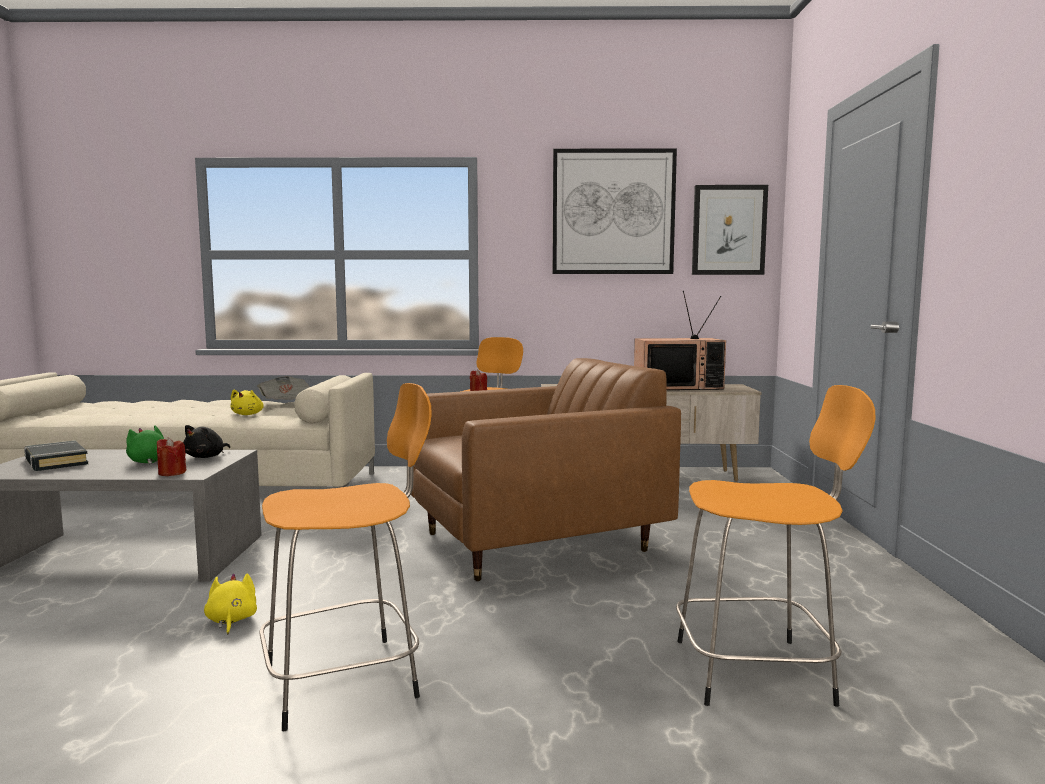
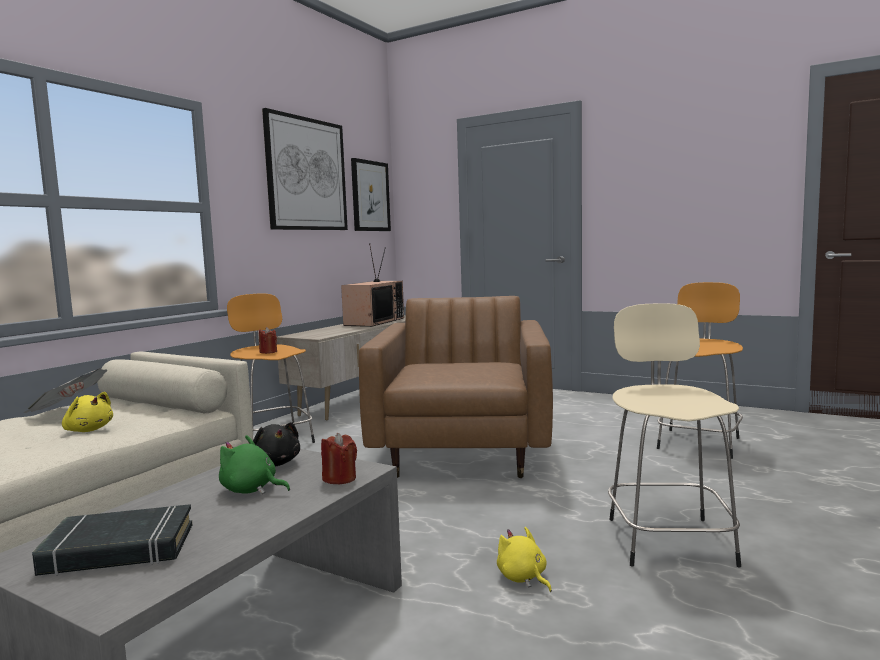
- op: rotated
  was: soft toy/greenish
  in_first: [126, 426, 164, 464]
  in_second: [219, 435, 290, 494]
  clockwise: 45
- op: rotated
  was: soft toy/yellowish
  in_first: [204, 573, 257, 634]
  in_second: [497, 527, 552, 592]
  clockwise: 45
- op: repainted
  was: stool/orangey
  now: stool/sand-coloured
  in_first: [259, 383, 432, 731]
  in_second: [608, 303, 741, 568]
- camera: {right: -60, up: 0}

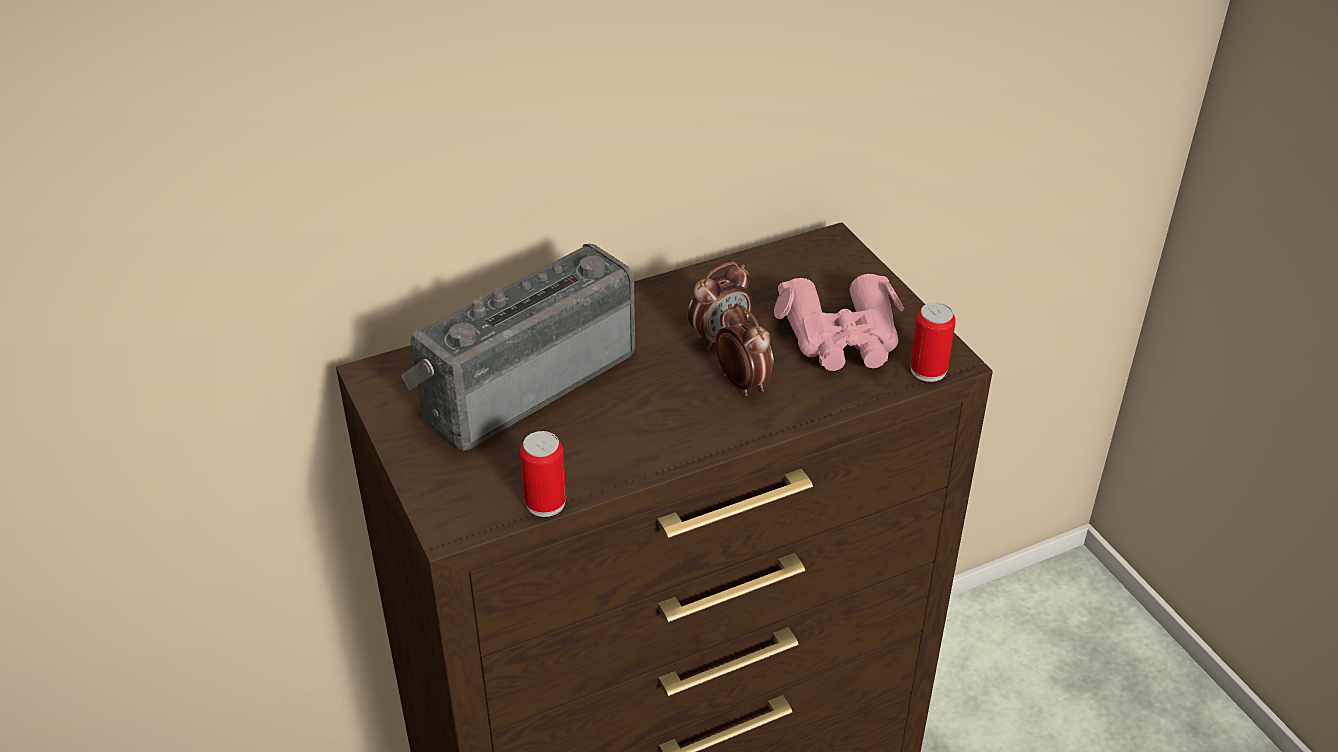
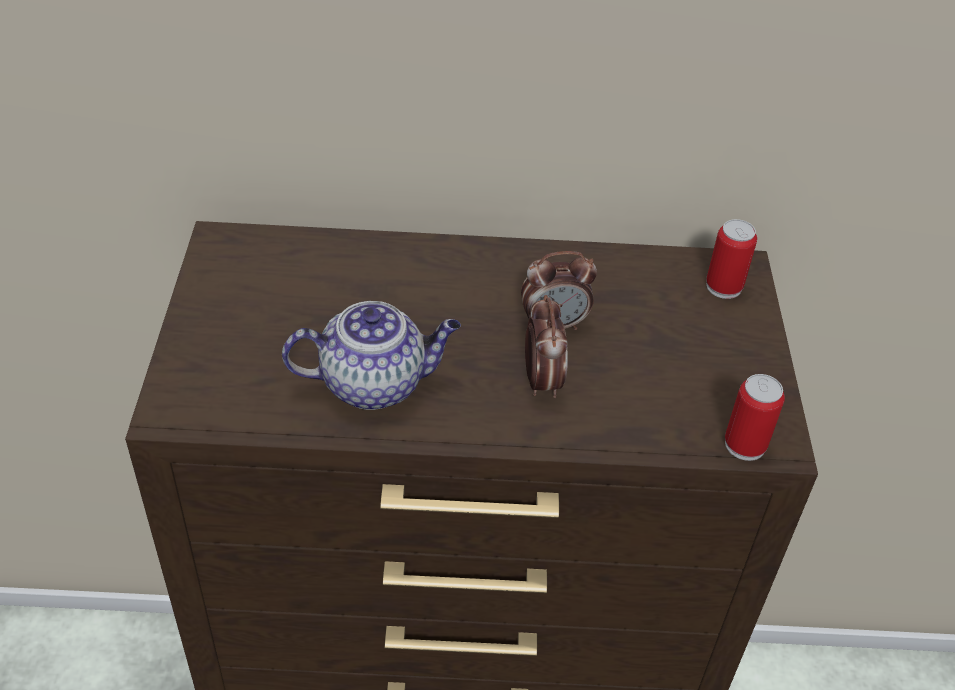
- op: new
  now: tea pot
  in_second: [282, 301, 461, 410]
- op: shifted
  was: metal can
  in_first: [520, 431, 566, 517]
  in_second: [706, 219, 757, 299]
- op: gone
  was: radio set
  in_first: [401, 244, 635, 451]
- op: gone
  was: pair of binoculars/pinkish
  in_first: [774, 274, 904, 371]
- camera: {right: 25, up: 5}

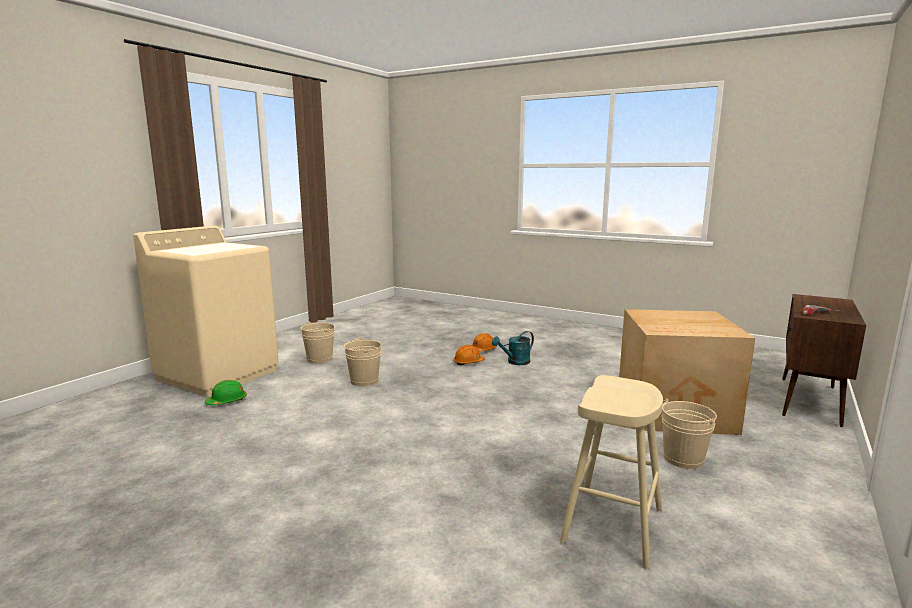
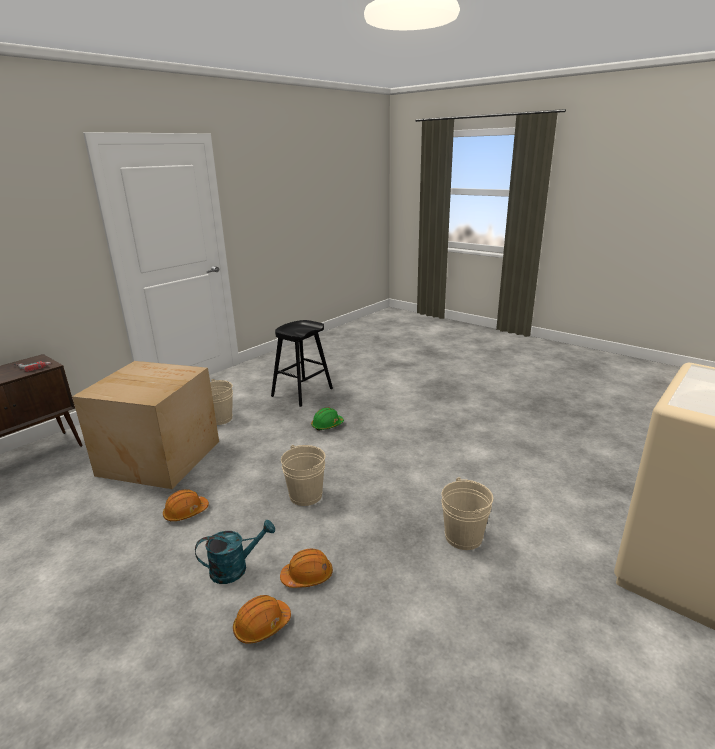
- op: new
  now: safety helmet/orangey
  in_second: [163, 489, 209, 521]
- op: repainted
  was: stool/sand-coloured
  now: stool/blackish
  in_first: [560, 375, 663, 569]
  in_second: [271, 320, 333, 407]
- op: shifted
  was: bucket/sand-coloured
  in_first: [301, 321, 335, 364]
  in_second: [281, 445, 326, 506]
- op: shifted
  was: safety helmet/greenish
  in_first: [205, 380, 247, 405]
  in_second: [311, 407, 344, 431]
- camera: {right: -170, up: 10}

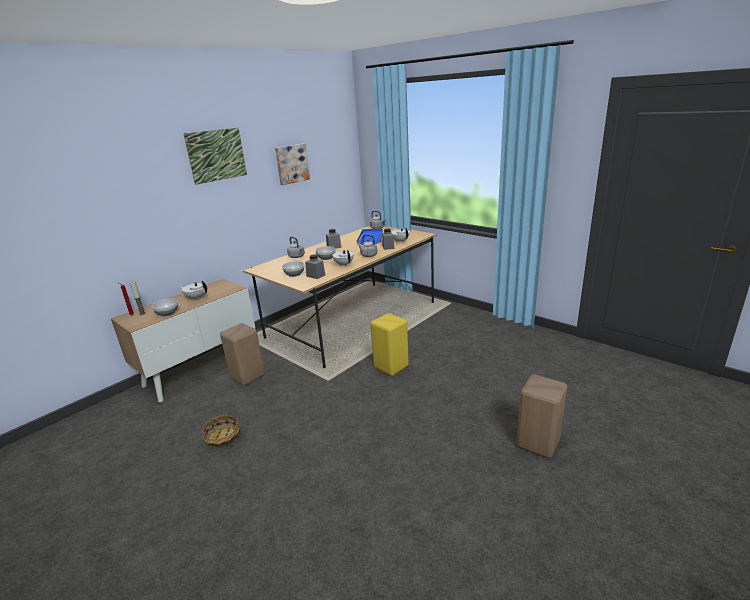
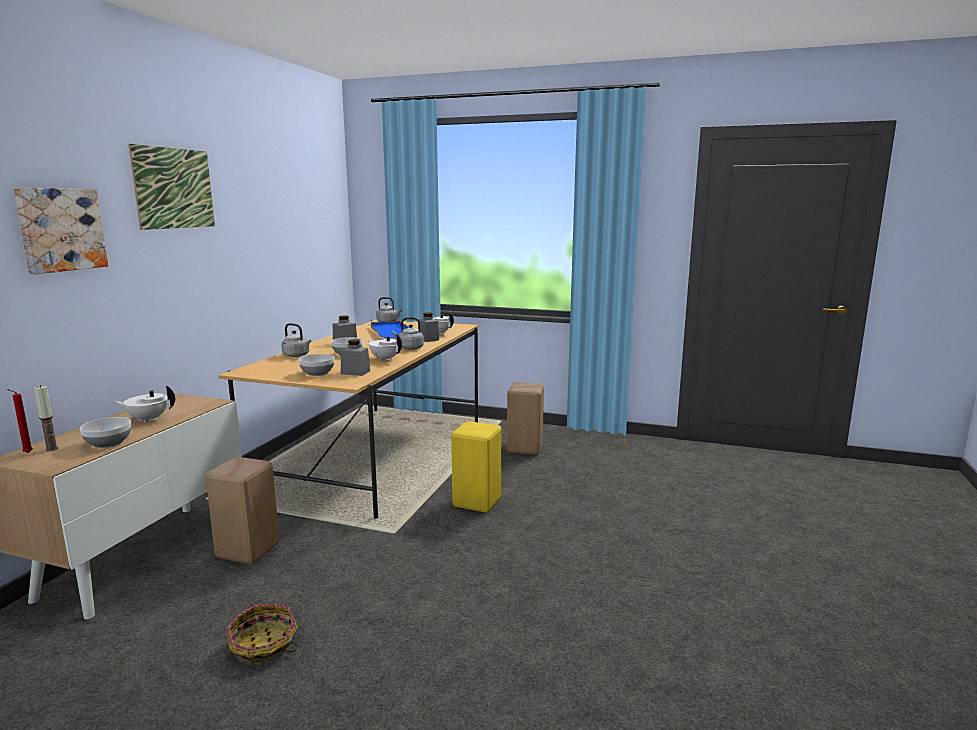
- op: shifted
  was: picture
  in_first: [275, 144, 310, 185]
  in_second: [14, 188, 108, 274]
- op: shifted
  was: stool/sand-coloured
  in_first: [516, 374, 567, 458]
  in_second: [507, 382, 544, 454]
- camera: {right: -25, up: -10}

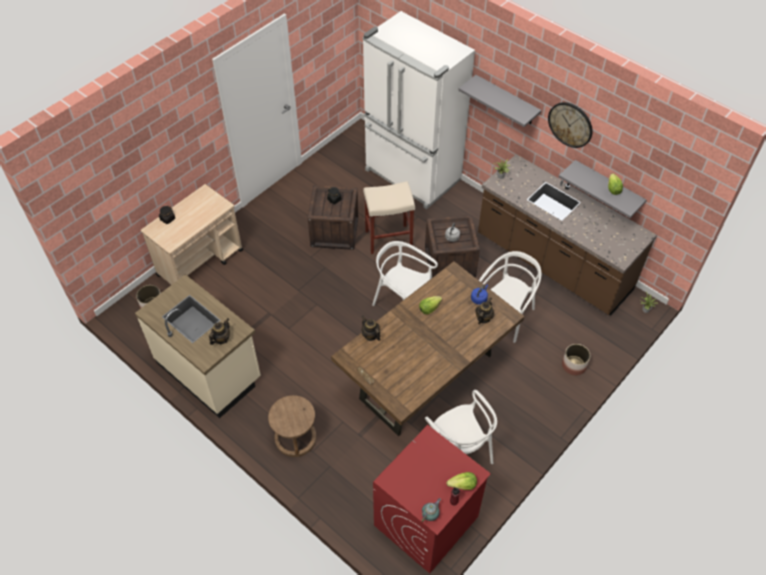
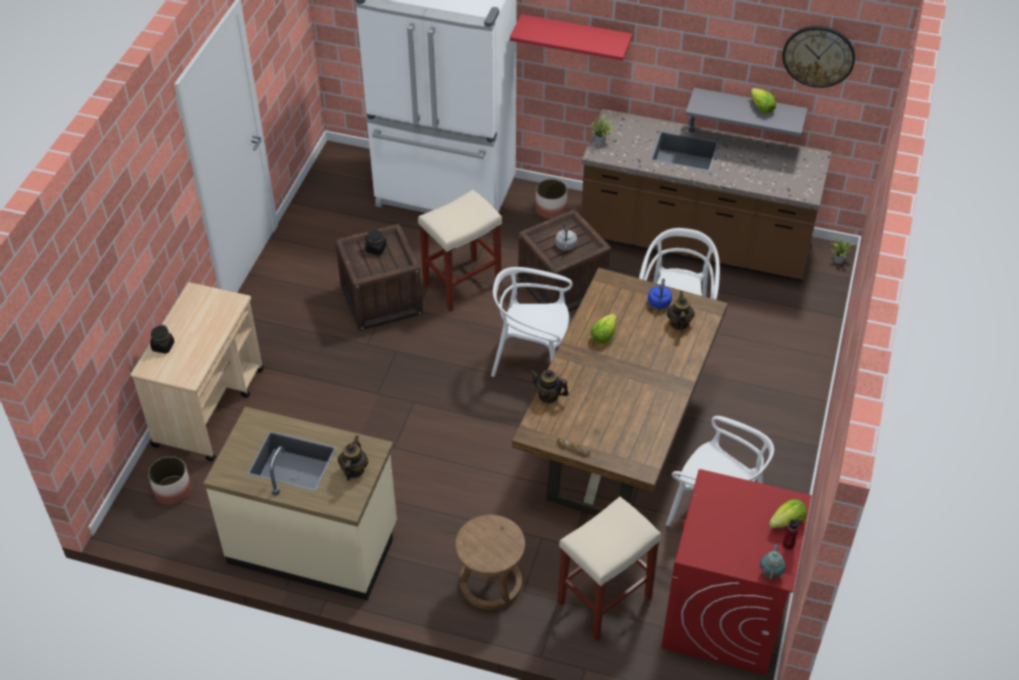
- op: repainted
  was: bracket shelf/gray
  now: bracket shelf/reddish
  in_first: [458, 75, 541, 127]
  in_second: [510, 14, 633, 61]
- op: shifted
  was: planter
  in_first: [562, 344, 590, 376]
  in_second: [535, 179, 567, 219]
- op: new
  now: stool/sand-coloured
  in_second: [557, 497, 661, 641]
- op: shifted
  was: hanging clock
  in_first: [548, 102, 593, 148]
  in_second: [782, 26, 855, 88]
- camera: {right: -25, up: -5}

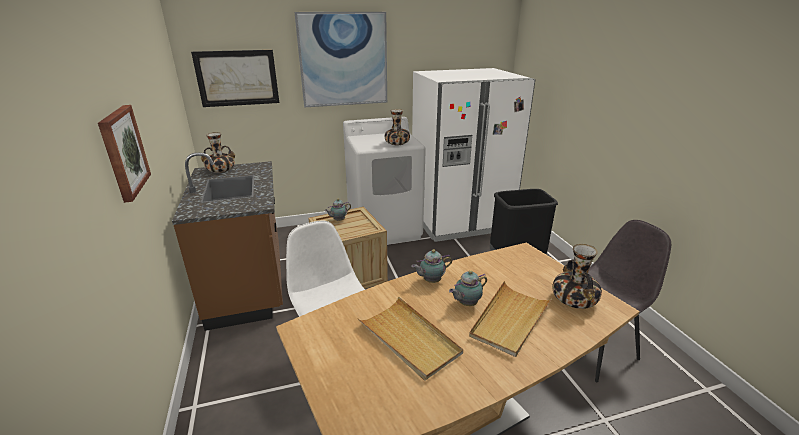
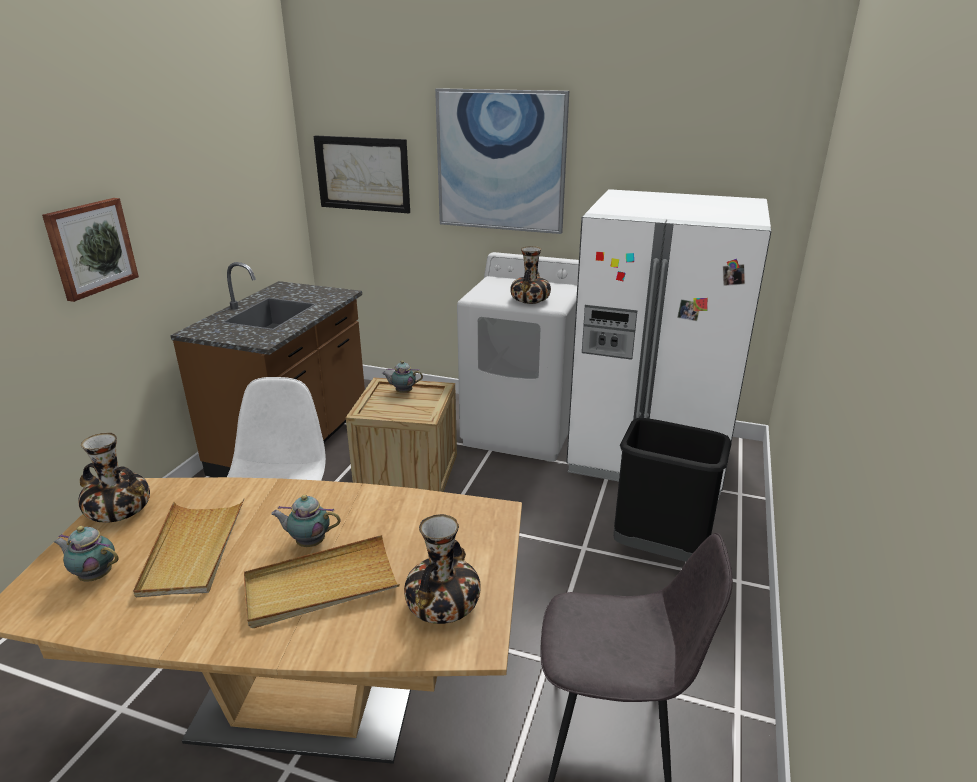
- op: shifted
  was: tea pot
  in_first: [411, 249, 452, 283]
  in_second: [54, 526, 119, 582]
- op: shifted
  was: vase
  in_first: [201, 132, 235, 173]
  in_second: [78, 433, 150, 523]
- camera: {right: 35, up: 0}

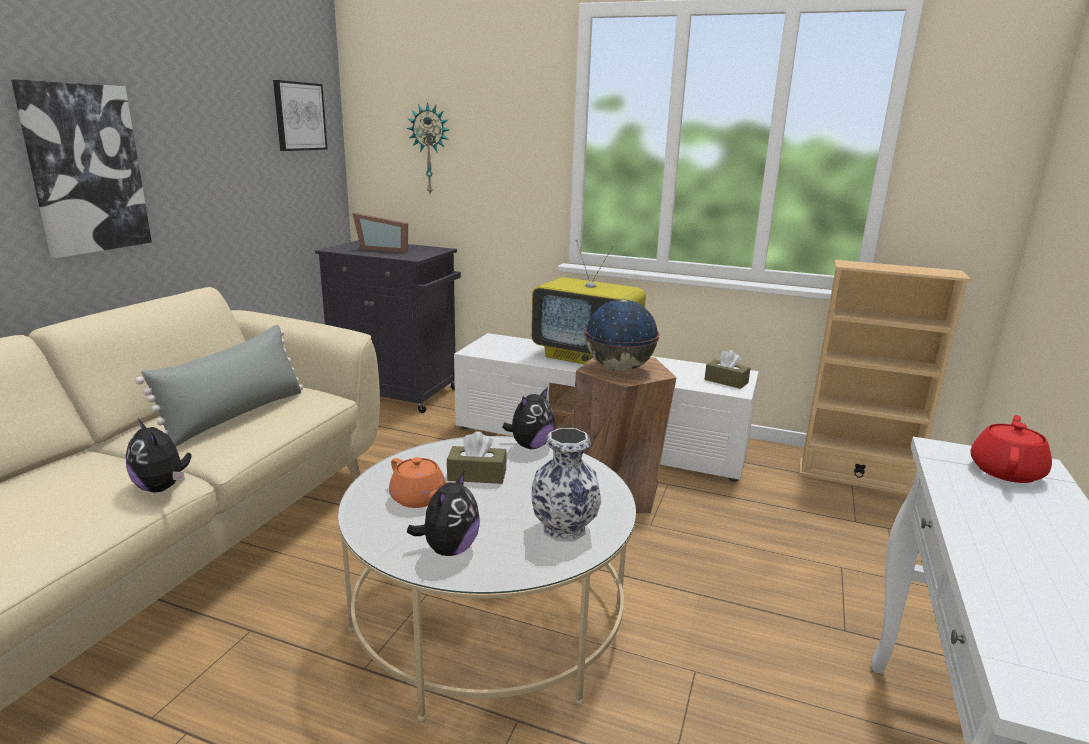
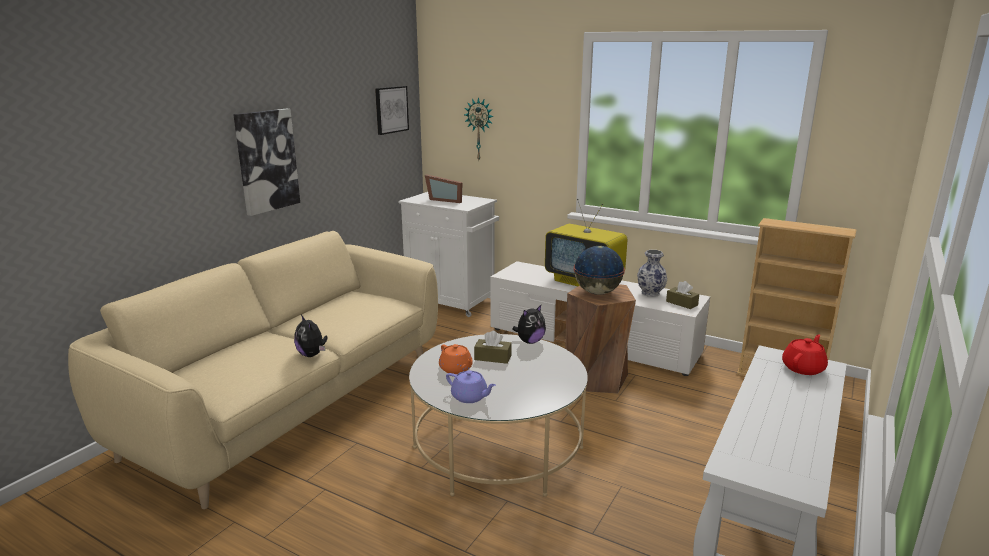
- op: repainted
  was: cupboard/blackish
  now: cupboard/white
  in_first: [315, 240, 461, 413]
  in_second: [398, 192, 499, 317]
- op: swapped
  was: soft toy
  now: tea pot/purple-coloured
  in_first: [407, 470, 480, 556]
  in_second: [446, 370, 496, 403]
- op: shifted
  was: vase
  in_first: [532, 428, 601, 541]
  in_second: [637, 250, 667, 297]
- op: gone
  was: pillow/gray
  in_first: [135, 325, 303, 446]
- camera: {right: 10, up: 0}

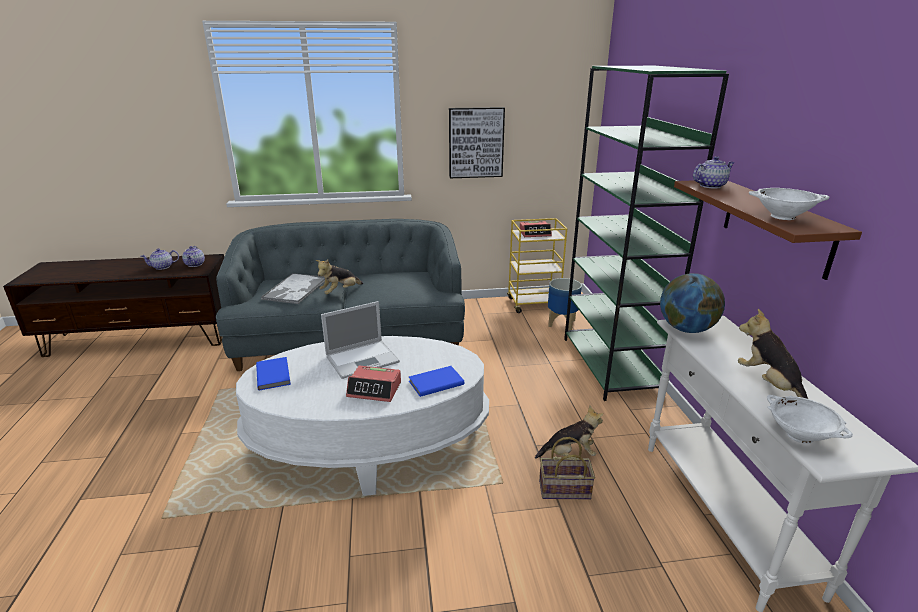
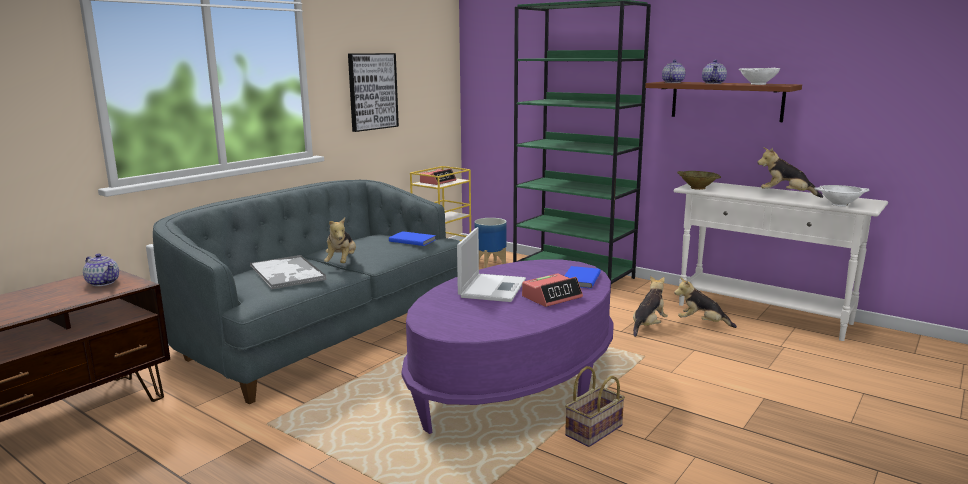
- op: shifted
  was: bound book/bluish
  in_first: [256, 357, 291, 391]
  in_second: [389, 231, 436, 246]
- op: repainted
  was: low table/white
  now: low table/purple-coloured
  in_first: [236, 336, 489, 496]
  in_second: [402, 259, 614, 434]
- op: shifted
  was: storage basket
  in_first: [539, 437, 595, 500]
  in_second: [565, 366, 625, 447]
- op: new
  now: soft toy
  in_second: [674, 277, 737, 328]
- op: swapped
  was: globe
  now: serving bowl/sand-coloured
  in_first: [660, 273, 725, 333]
  in_second: [677, 171, 721, 190]
- op: shifted
  was: tea pot
  in_first: [141, 248, 179, 270]
  in_second: [702, 60, 727, 84]
- camera: {right: -45, up: -10}

